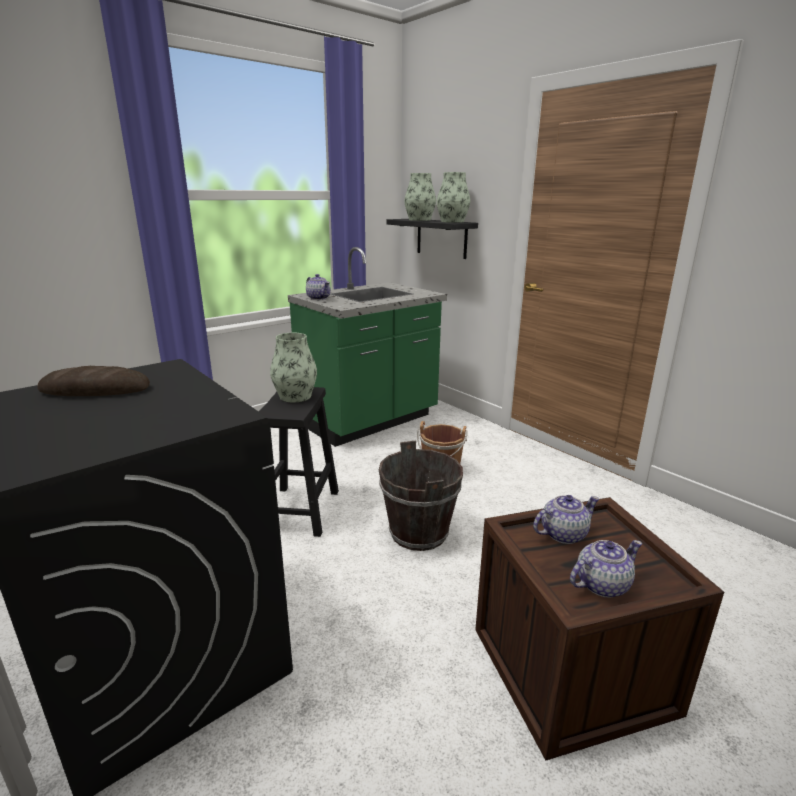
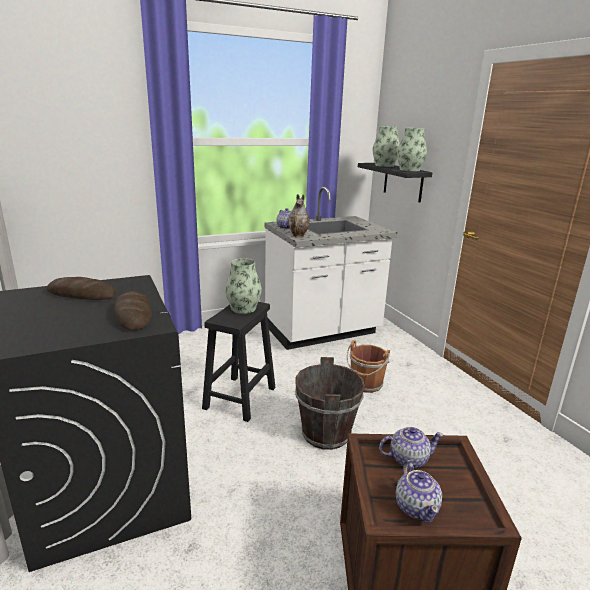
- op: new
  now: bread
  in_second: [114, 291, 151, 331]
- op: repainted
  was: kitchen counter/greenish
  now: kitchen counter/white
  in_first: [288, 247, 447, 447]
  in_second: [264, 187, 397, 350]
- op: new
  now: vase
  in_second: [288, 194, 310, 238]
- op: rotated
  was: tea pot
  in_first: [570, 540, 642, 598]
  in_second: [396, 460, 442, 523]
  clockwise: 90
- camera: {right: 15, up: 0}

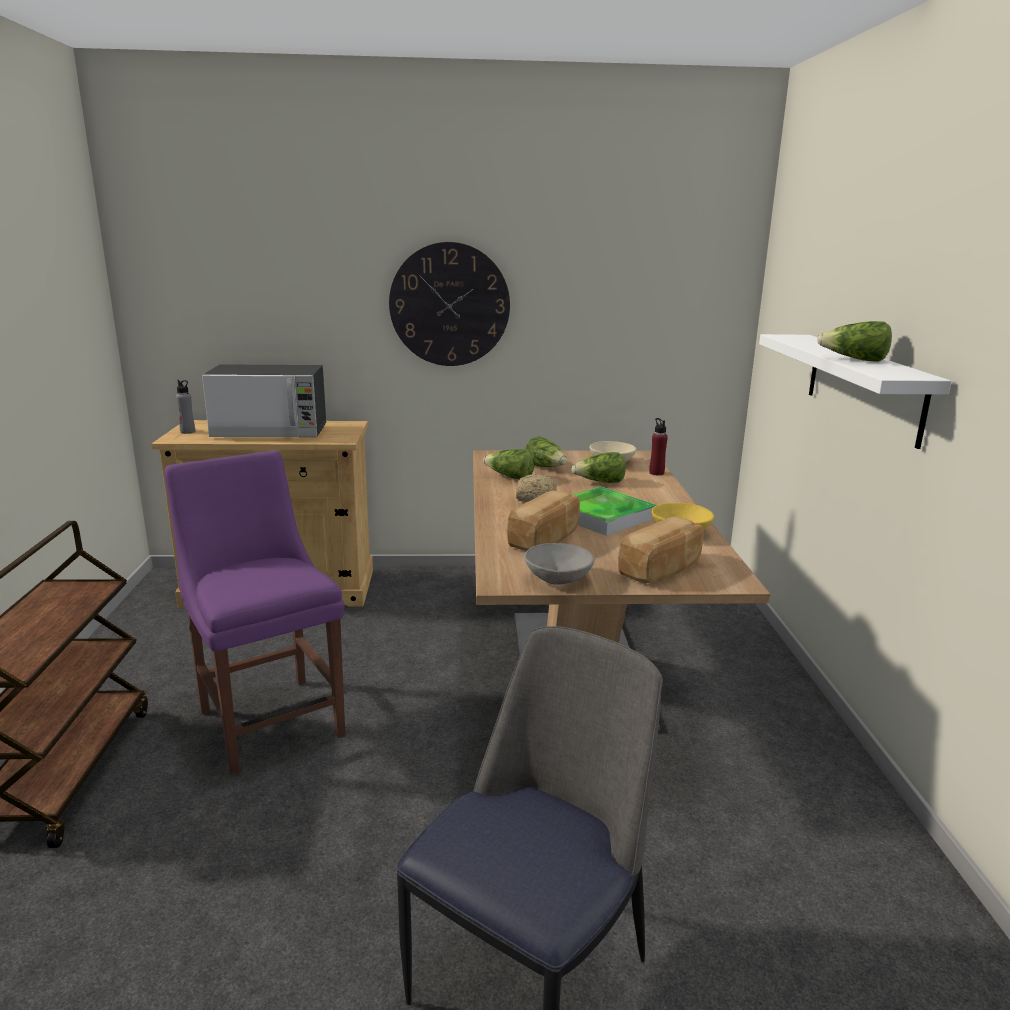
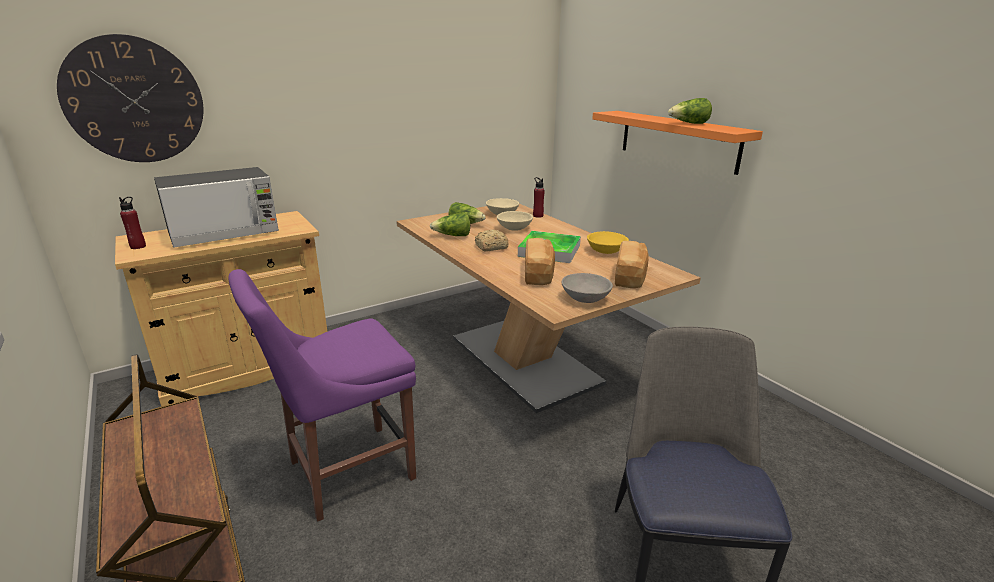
- op: shifted
  was: hanging clock
  in_first: [389, 242, 510, 366]
  in_second: [57, 34, 203, 162]
- op: repainted
  was: beverage bottle/gray
  now: beverage bottle/reddish
  in_first: [176, 380, 195, 434]
  in_second: [119, 197, 146, 249]
- op: rotated
  was: plain chair/purple-coloured
  in_first: [165, 450, 345, 775]
  in_second: [229, 269, 416, 522]
  clockwise: -60
- op: swapped
  was: head of lettuce
  now: serving bowl/sand-coloured
  in_first: [571, 452, 626, 483]
  in_second: [497, 211, 533, 231]
- op: repainted
  was: bracket shelf/white
  now: bracket shelf/orangey
  in_first: [759, 334, 952, 449]
  in_second: [592, 111, 763, 175]
- camera: {right: -30, up: 5}

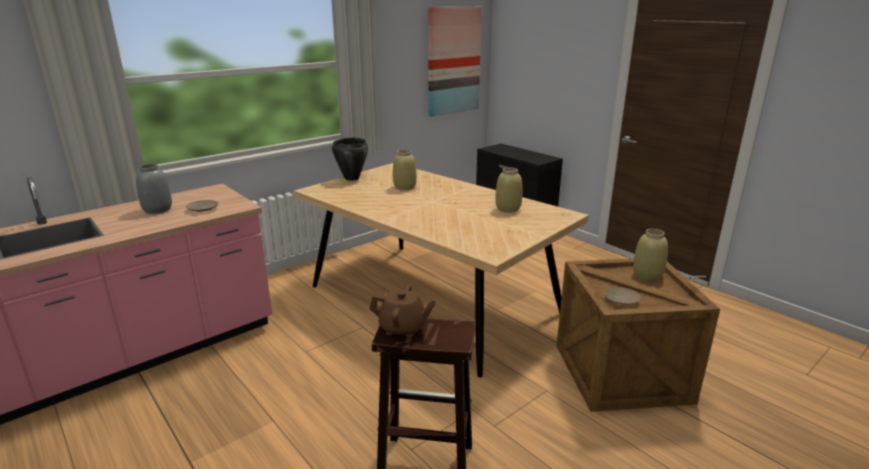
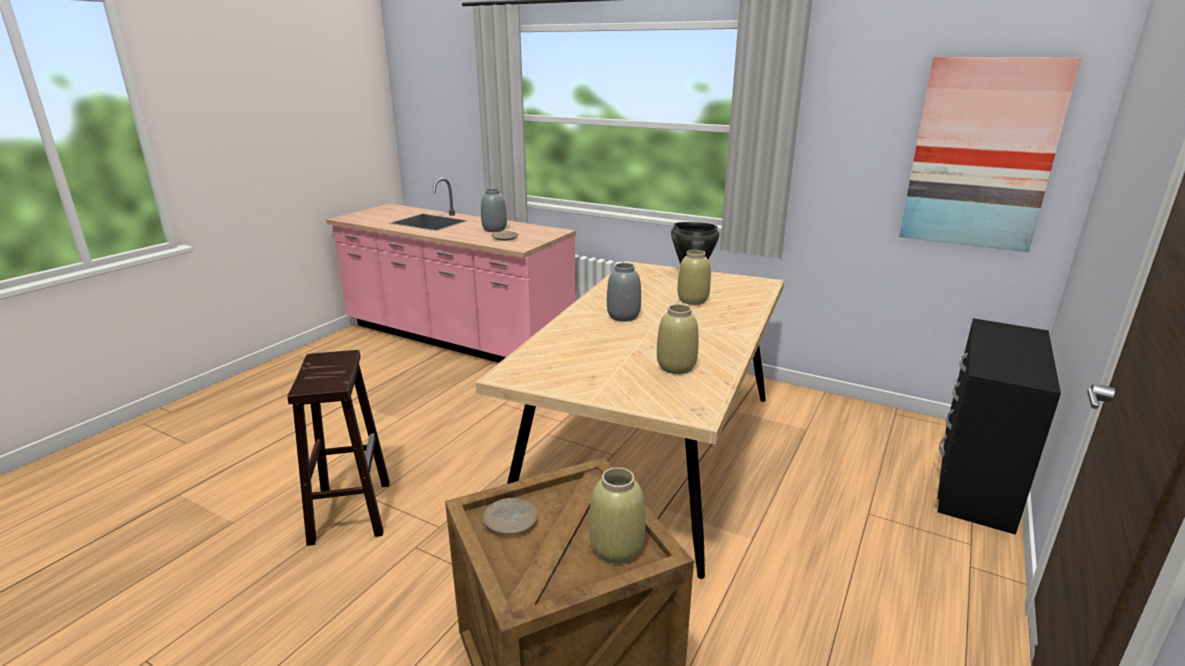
- op: new
  now: vase/gray
  in_second: [607, 263, 641, 322]
- op: gone
  was: tea pot/brownish
  in_first: [369, 284, 436, 337]
- camera: {right: 70, up: 0}

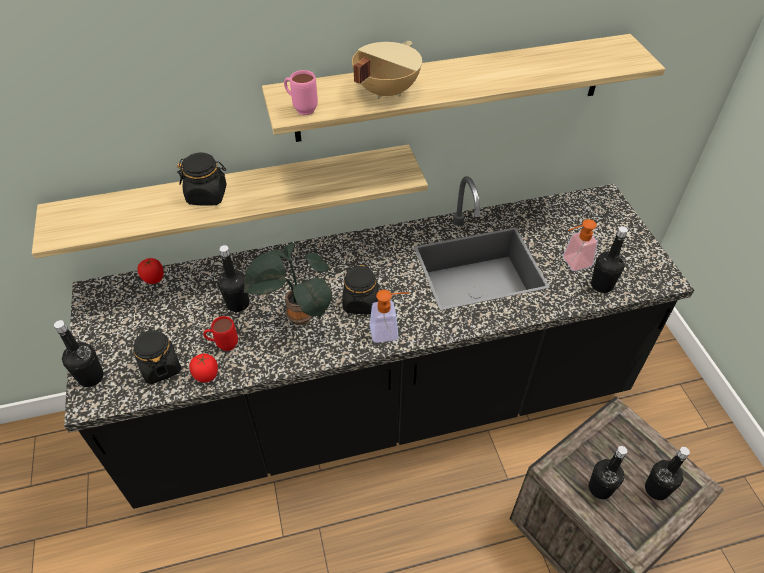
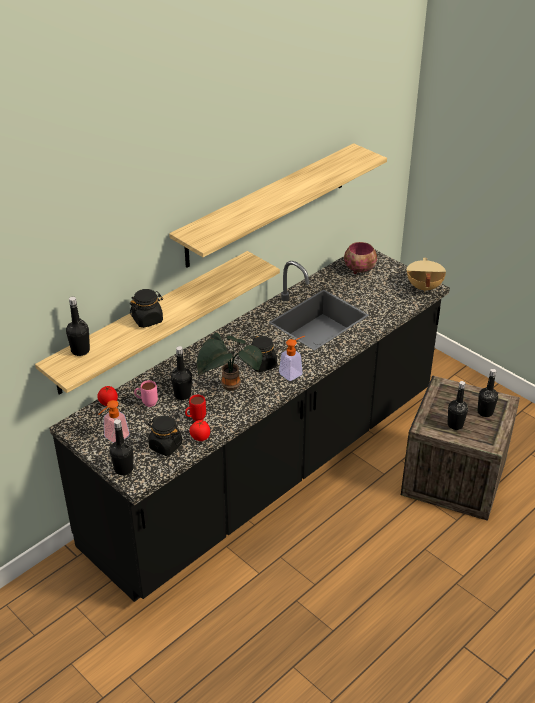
- op: shifted
  was: beverage bottle/blackish
  in_first: [591, 226, 628, 293]
  in_second: [66, 297, 90, 356]
- op: shifted
  was: soap bottle
  in_first: [563, 219, 598, 271]
  in_second: [98, 400, 130, 443]
- op: shifted
  was: mug/pinkish
  in_first: [284, 70, 318, 115]
  in_second: [134, 380, 158, 407]
- op: new
  now: serving bowl
  in_second: [344, 242, 377, 274]
- op: shifted
  was: cooking pot/sand-coloured
  in_first: [352, 41, 422, 99]
  in_second: [407, 258, 446, 293]
- camera: {right: -30, up: -10}

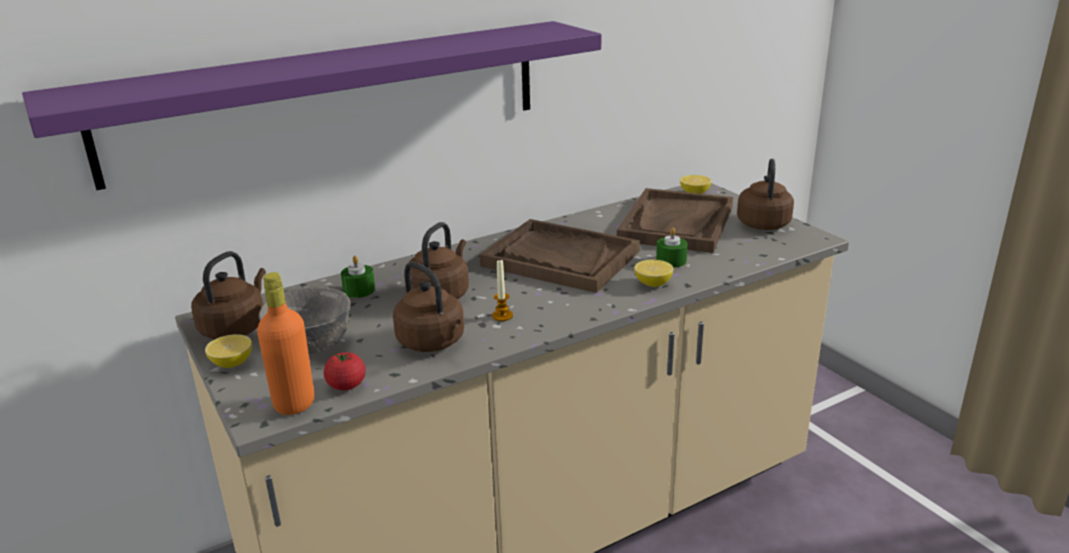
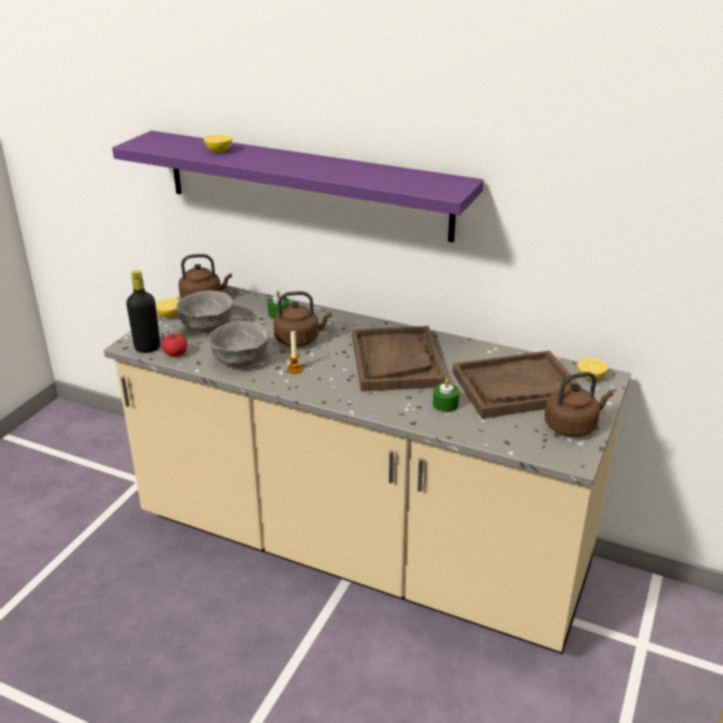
- op: repainted
  was: beverage bottle/orangey
  now: beverage bottle/blackish
  in_first: [257, 272, 314, 415]
  in_second: [126, 270, 160, 353]
- op: shifted
  was: whole lemon
  in_first: [634, 259, 673, 287]
  in_second: [204, 134, 232, 153]
- op: swapped
  was: kettle/brownish
  now: serving bowl/gray
  in_first: [393, 262, 464, 352]
  in_second: [208, 321, 269, 367]
- camera: {right: 55, up: 5}

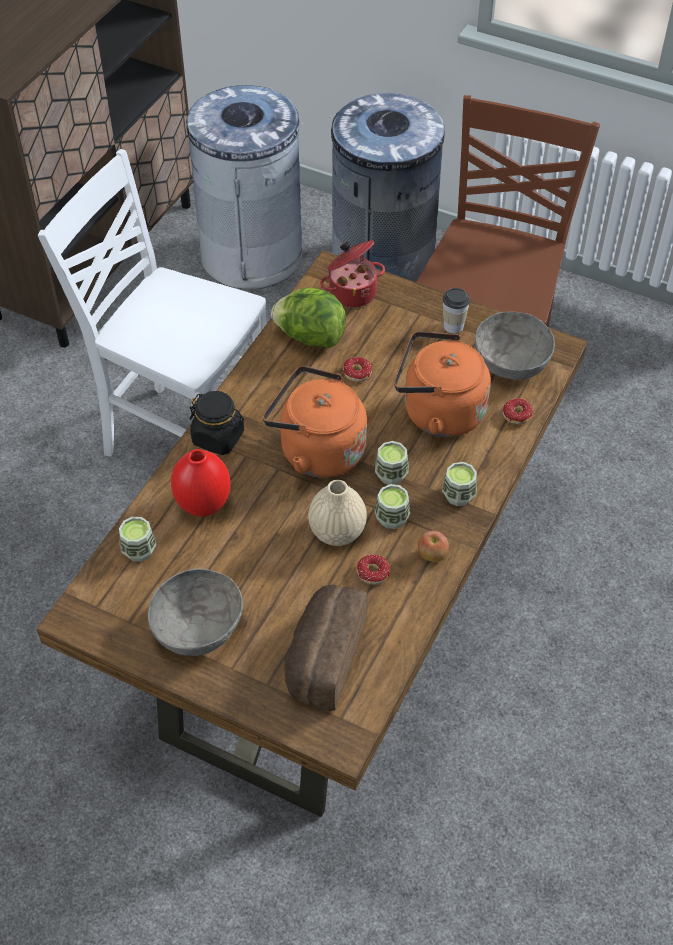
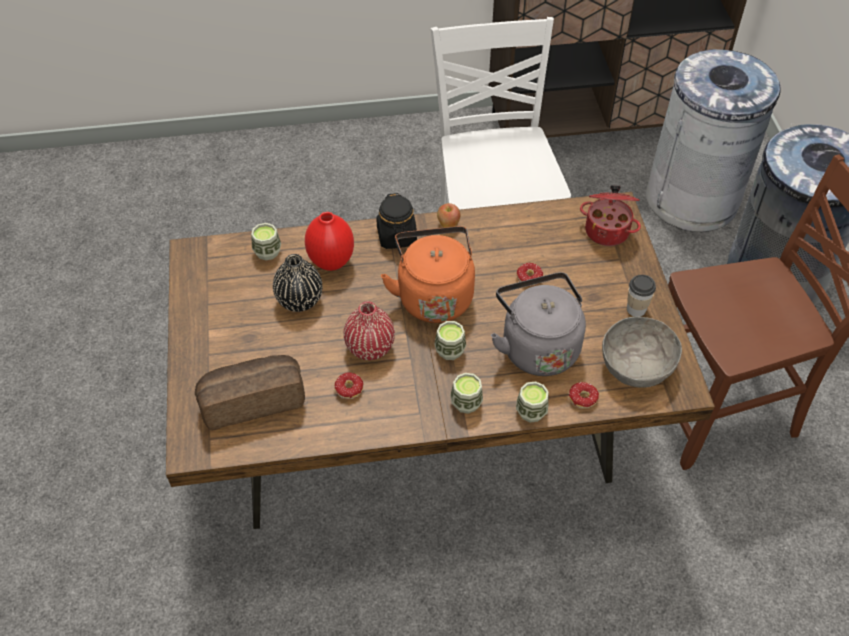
- op: new
  now: vase/blackish
  in_second: [273, 254, 322, 312]
- op: repainted
  was: vase/sand-coloured
  now: vase/reddish
  in_first: [308, 480, 367, 546]
  in_second: [343, 301, 395, 360]
- op: shifted
  was: apple fruit
  in_first: [418, 531, 449, 562]
  in_second: [437, 203, 460, 228]
- op: repainted
  was: kettle/orangey
  now: kettle/gray
  in_first: [394, 331, 491, 437]
  in_second: [491, 272, 586, 376]
- op: shifted
  was: cup
  in_first: [375, 484, 410, 529]
  in_second: [516, 381, 549, 423]
- op: gone
  was: serving bowl/gray
  in_first: [148, 569, 243, 656]
- op: gone
  was: head of lettuce
  in_first: [271, 288, 346, 348]
- camera: {right: 55, up: 0}

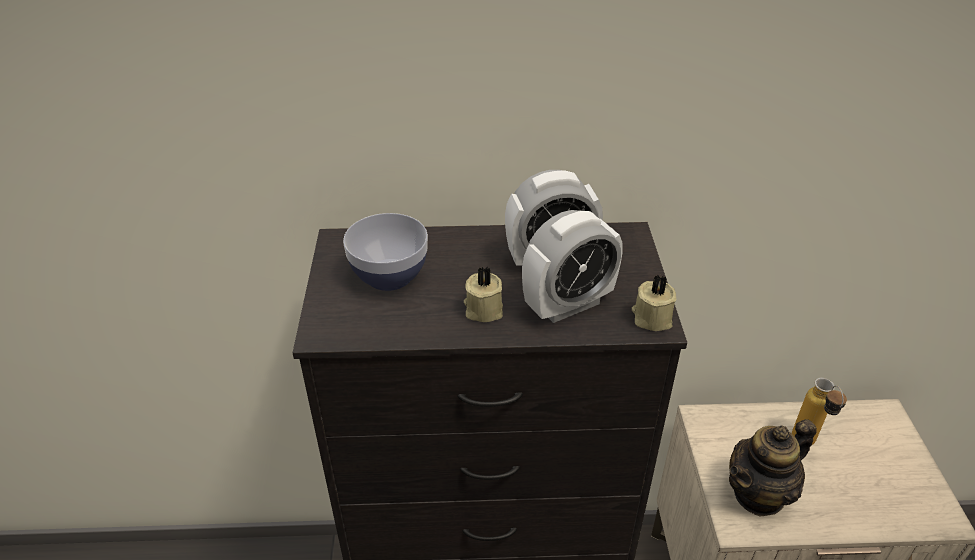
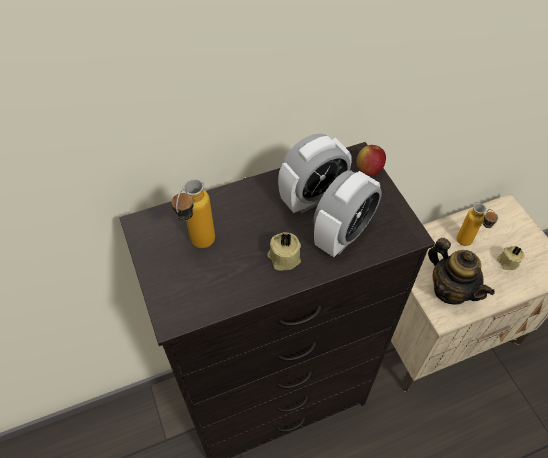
- op: swapped
  was: serving bowl
  now: beverage bottle
  in_first: [343, 213, 428, 291]
  in_second: [171, 178, 215, 248]
- op: new
  now: apple fruit
  in_second: [357, 145, 386, 176]
- op: rotated
  was: tea pot
  in_first: [729, 419, 817, 516]
  in_second: [428, 238, 495, 305]
  clockwise: -75
- op: shifted
  was: wax light/sand-coloured
  in_first: [632, 274, 676, 331]
  in_second: [497, 246, 525, 270]
- camera: {right: -20, up: 15}

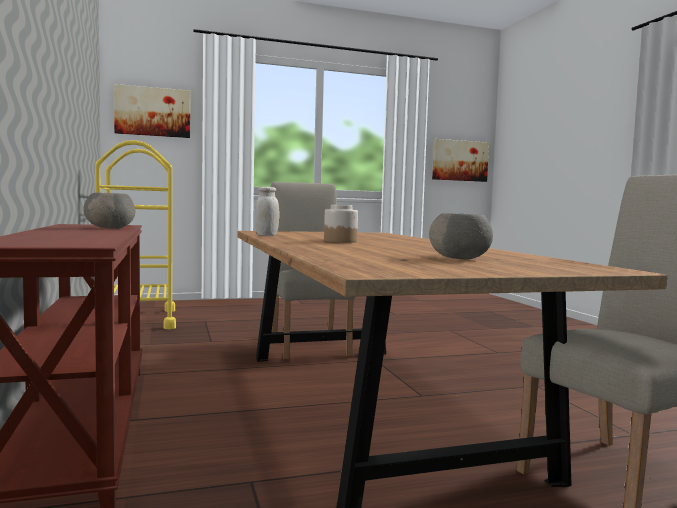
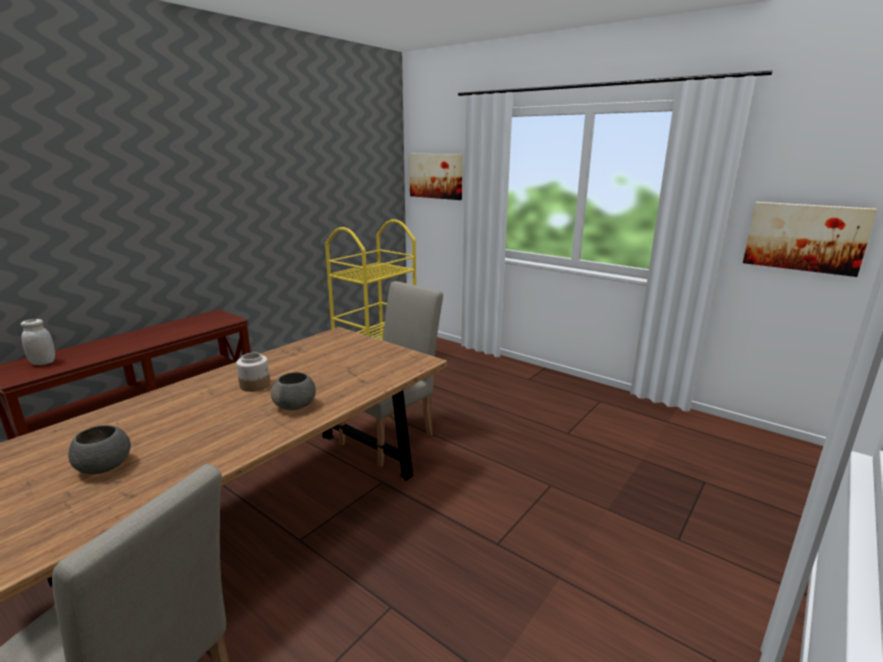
- op: shifted
  was: jar/white
  in_first: [255, 187, 280, 236]
  in_second: [20, 319, 55, 365]
- op: shifted
  was: serving bowl/gray
  in_first: [84, 193, 135, 228]
  in_second: [271, 372, 316, 410]
- camera: {right: 55, up: 15}

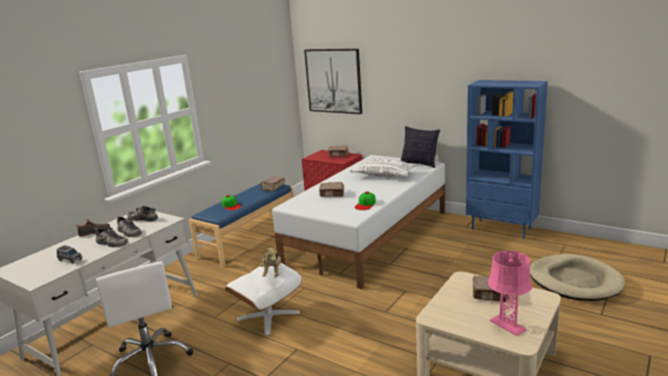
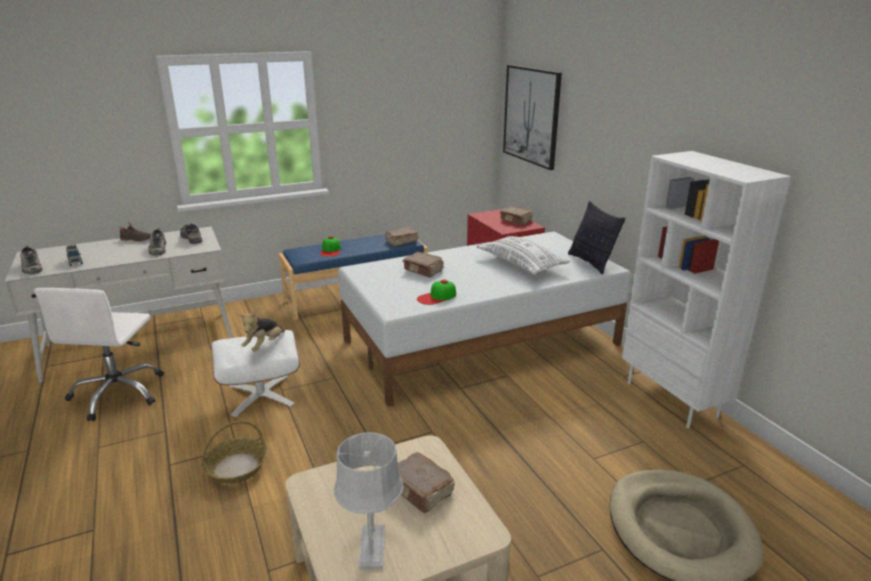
- op: shifted
  was: item of footwear
  in_first: [94, 227, 128, 247]
  in_second: [20, 245, 43, 274]
- op: new
  now: storage basket
  in_second: [201, 421, 267, 484]
- op: repainted
  was: table lamp/pinkish
  now: table lamp/gray
  in_first: [488, 251, 532, 336]
  in_second: [334, 432, 404, 569]
- op: repainted
  was: shelving unit/bluish
  now: shelving unit/white
  in_first: [466, 80, 548, 239]
  in_second: [622, 151, 791, 428]
- camera: {right: 30, up: 5}

